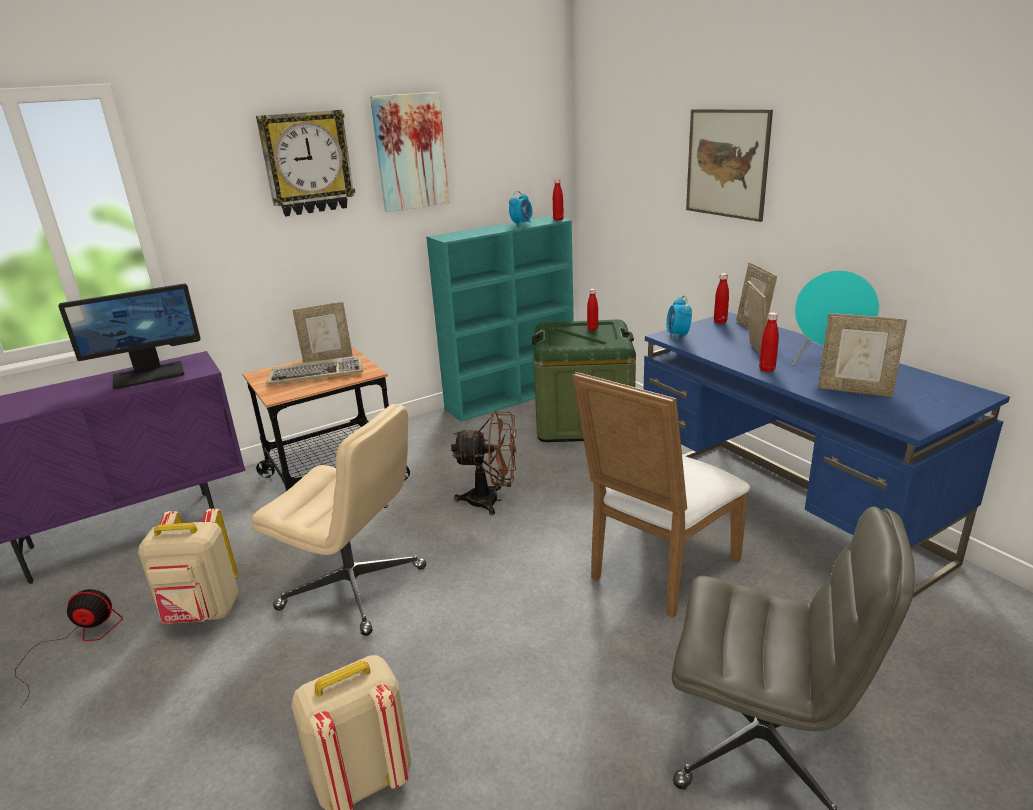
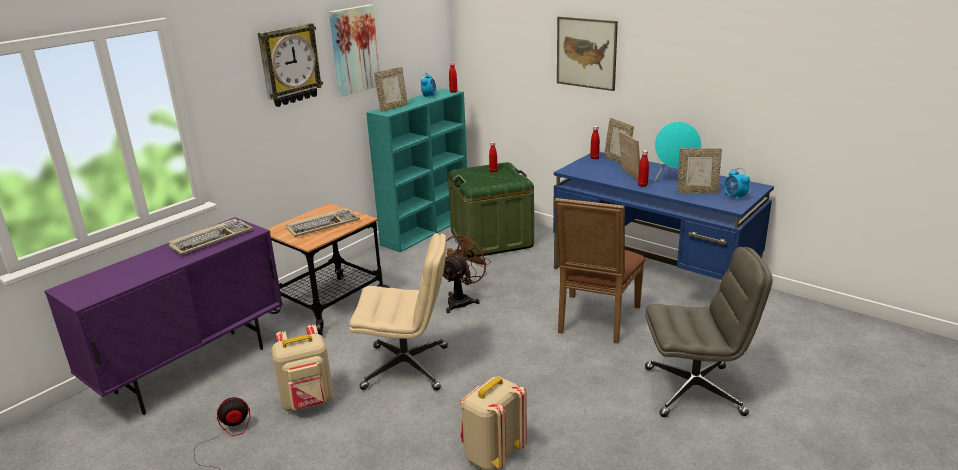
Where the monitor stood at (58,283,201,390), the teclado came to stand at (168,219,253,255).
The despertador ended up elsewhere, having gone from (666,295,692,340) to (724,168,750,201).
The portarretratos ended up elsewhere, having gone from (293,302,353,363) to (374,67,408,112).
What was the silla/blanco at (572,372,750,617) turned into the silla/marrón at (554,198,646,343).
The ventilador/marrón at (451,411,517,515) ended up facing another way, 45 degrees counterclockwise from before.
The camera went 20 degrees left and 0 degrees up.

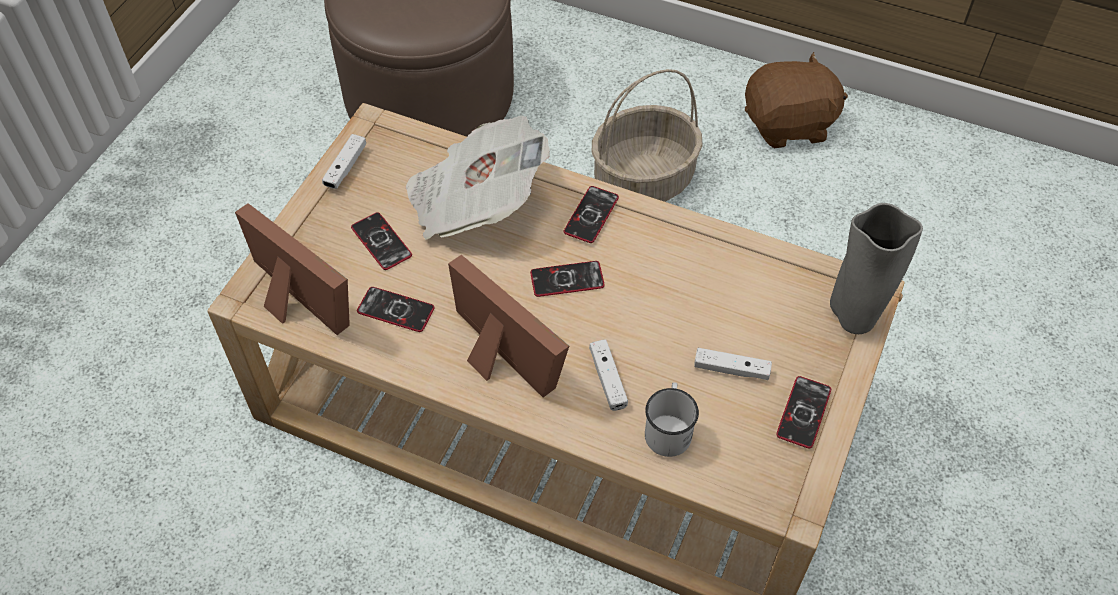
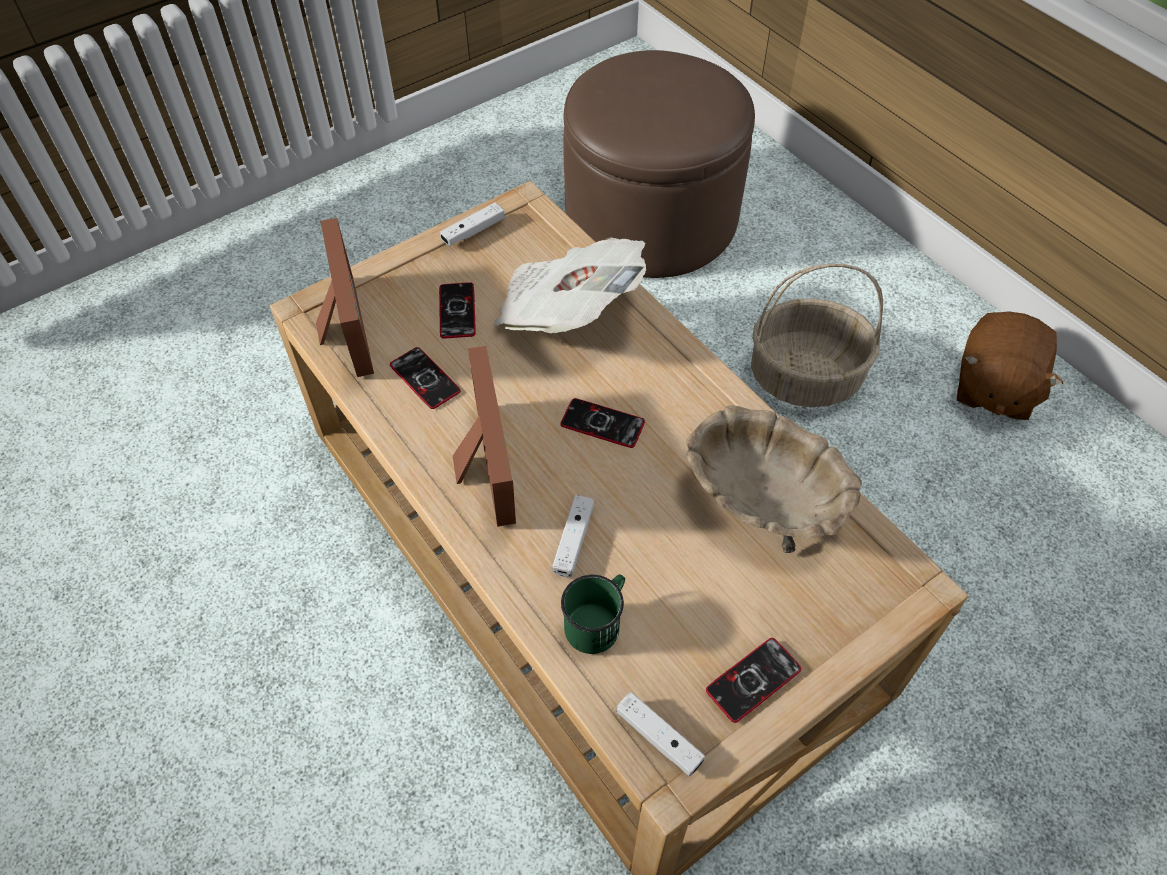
The peluche/marrón at (745,52,848,148) ended up facing another way, 90 degrees clockwise from before.
The second view lost the móvil at (564,186,619,243).
The second view lost the florero/gris at (830,203,923,334).
The mando de consola/blanco ended up elsewhere, having gone from (694,348,772,380) to (616,692,705,776).
What was the taza grande/blanco at (645,382,699,457) turned into the taza grande/verde at (561,574,625,654).
The second view gained the cuenco/beis at (686,405,862,553).
The camera went 30 degrees right and 0 degrees up.

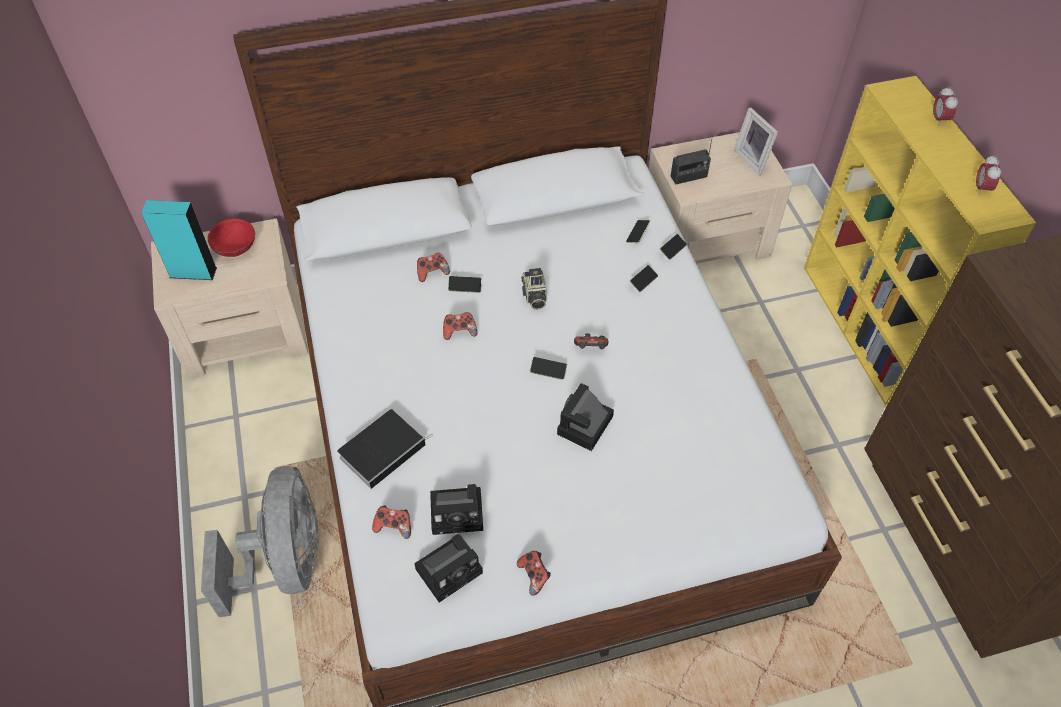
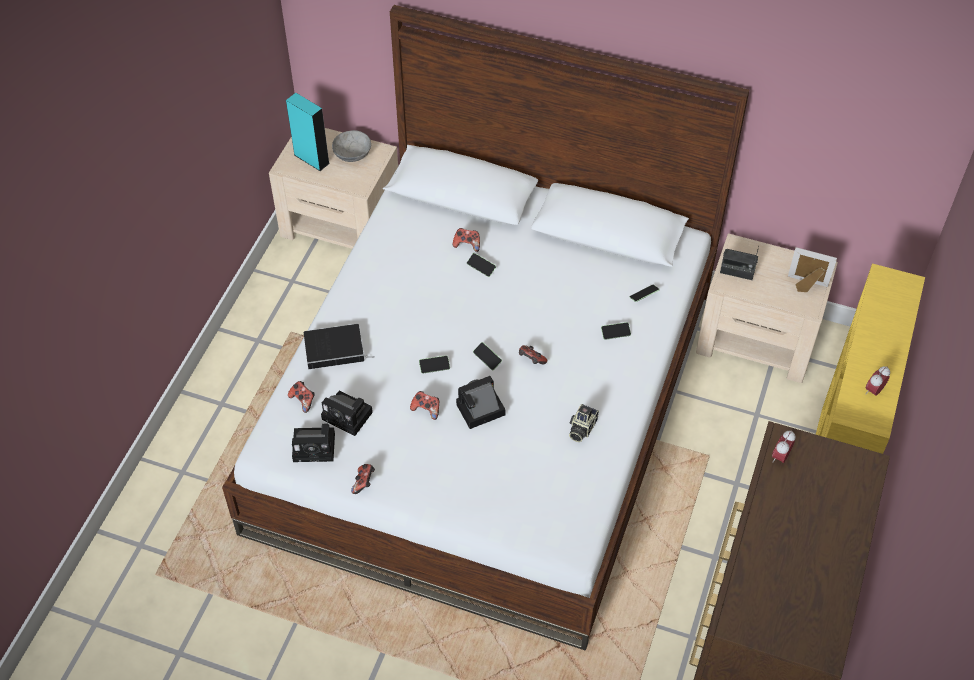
The despertador ended up elsewhere, having gone from (933,86,958,126) to (772,431,796,463).
The portarretratos at (734,108,778,175) ended up facing another way, 105 degrees clockwise from before.
What was the cuenco/rojo at (208,218,255,257) turned into the cuenco/gris at (332,130,371,162).
The móvil ended up elsewhere, having gone from (659,234,687,260) to (419,355,450,374).
The cámara ended up elsewhere, having gone from (521,268,546,310) to (569,404,599,442).
The mando de consola ended up elsewhere, having gone from (443,312,478,340) to (410,391,439,420).
The second view lost the ventilador/gris at (201,466,319,617).
The camera went 35 degrees right and 0 degrees up.

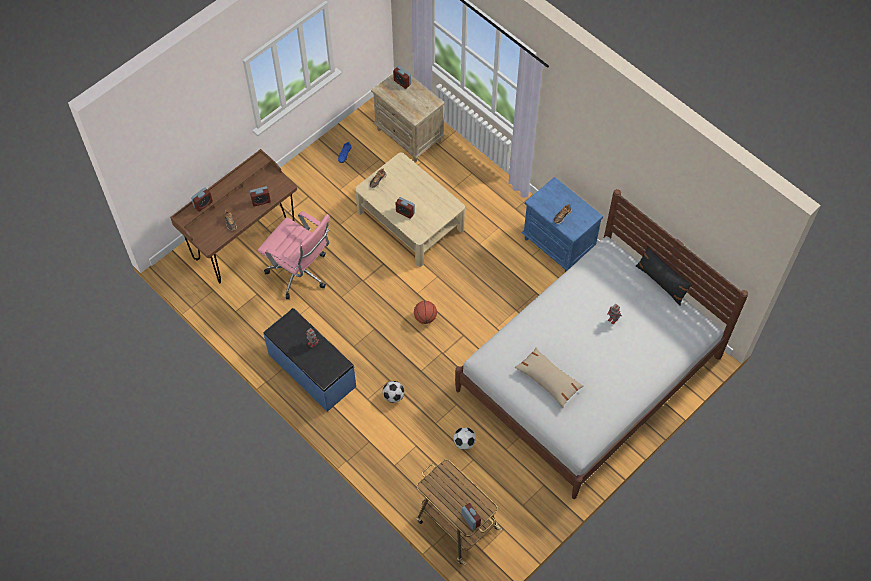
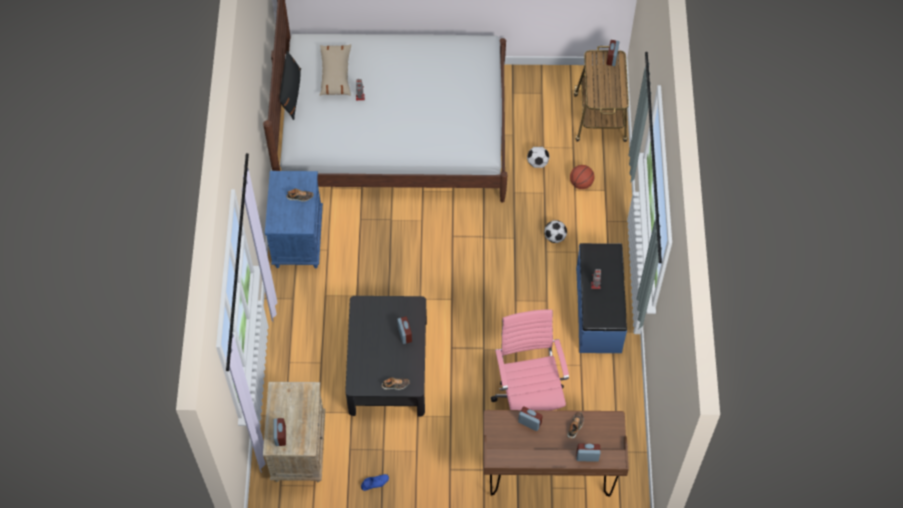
What was the mesa de centro/beis at (355,152,465,267) turned into the mesa de centro/negro at (345,296,427,417).
The balón de baloncesto ended up elsewhere, having gone from (414,301,437,324) to (570,165,594,189).
The cojín/beis ended up elsewhere, having gone from (515,348,584,407) to (320,44,351,96).
The camera went 135 degrees left and 0 degrees up.

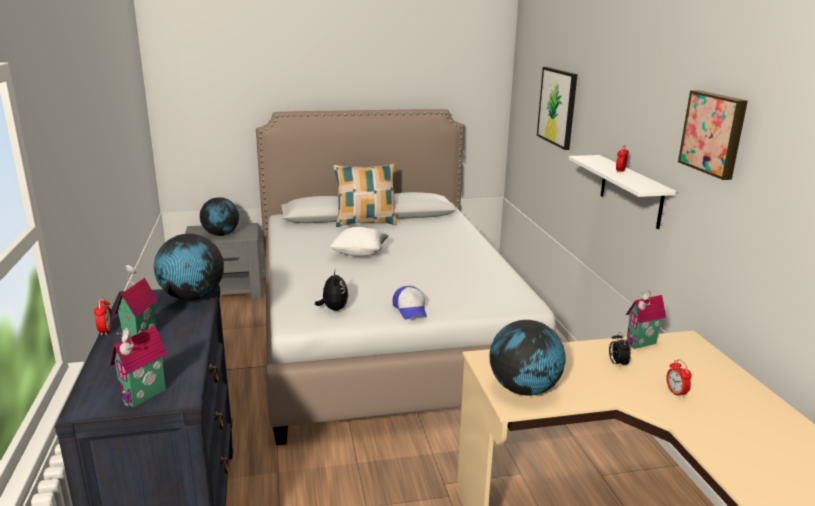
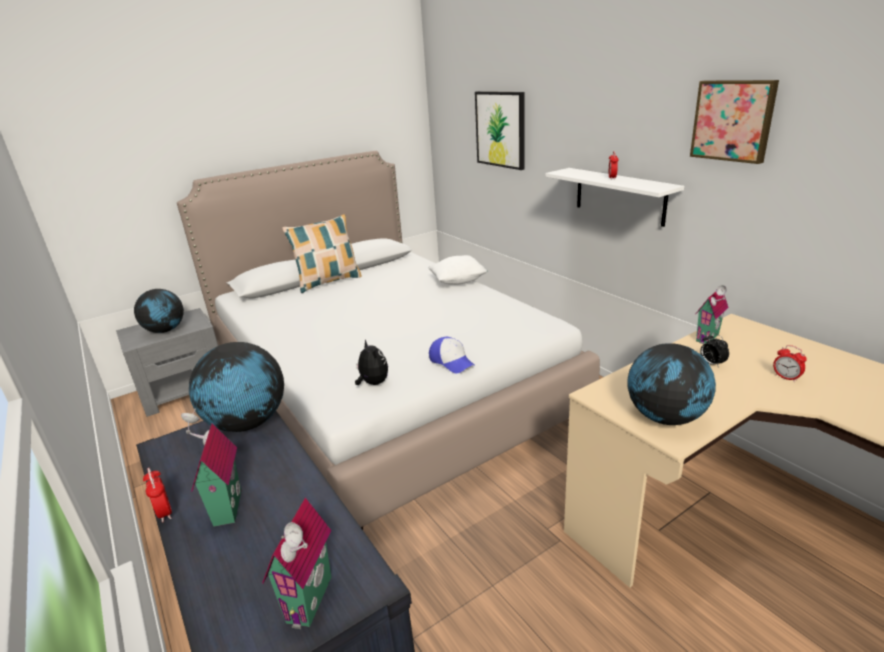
The cojín/blanco ended up elsewhere, having gone from (330,227,389,257) to (428,255,488,285).
The camera went 20 degrees left and 5 degrees up.

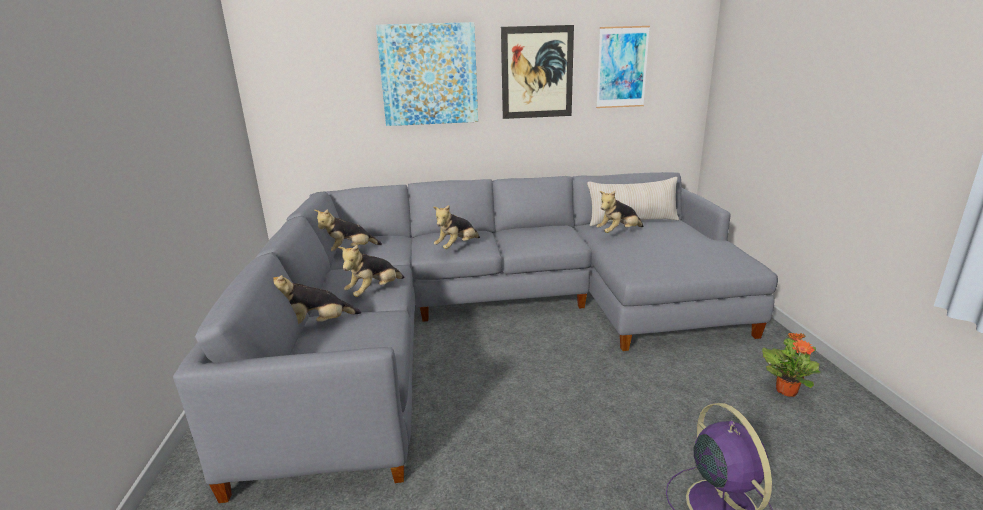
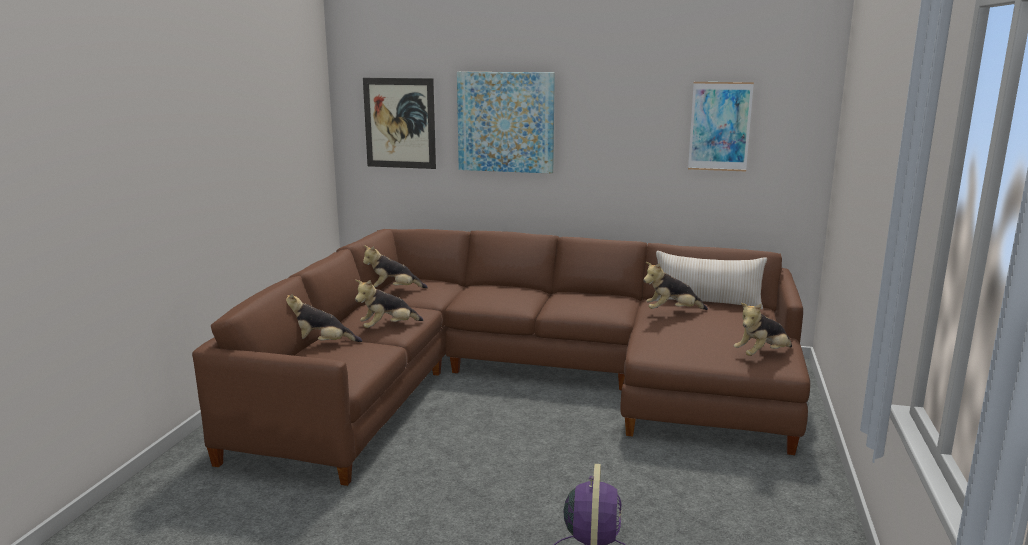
The cuadro ended up elsewhere, having gone from (501,25,574,119) to (363,78,436,169).
What was the sofá/gris at (173,172,778,503) turned into the sofá/marrón at (192,229,810,486).
The peluche ended up elsewhere, having gone from (433,205,480,249) to (734,303,792,356).
The second view lost the planta en maceta at (762,333,821,397).
The camera went 20 degrees right and 5 degrees down.

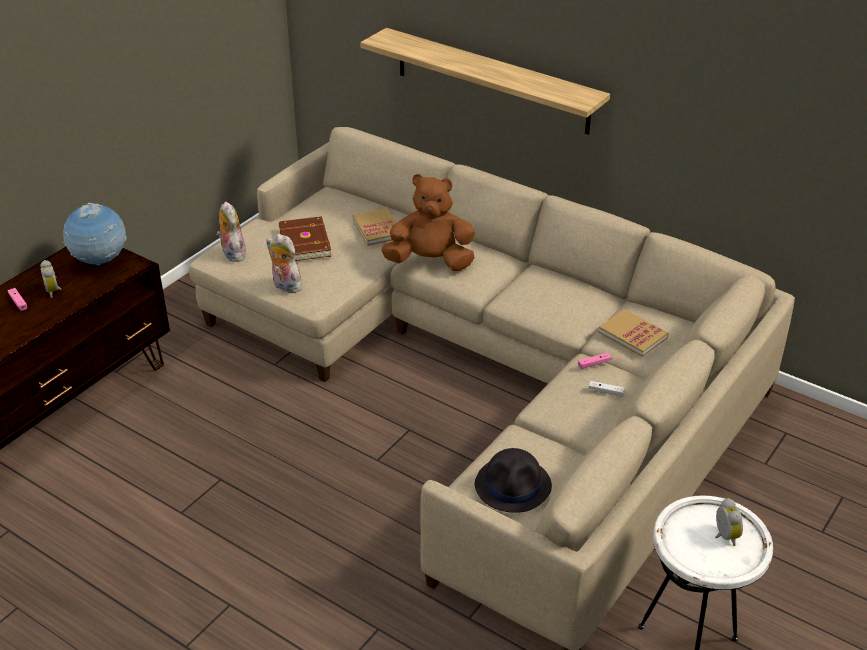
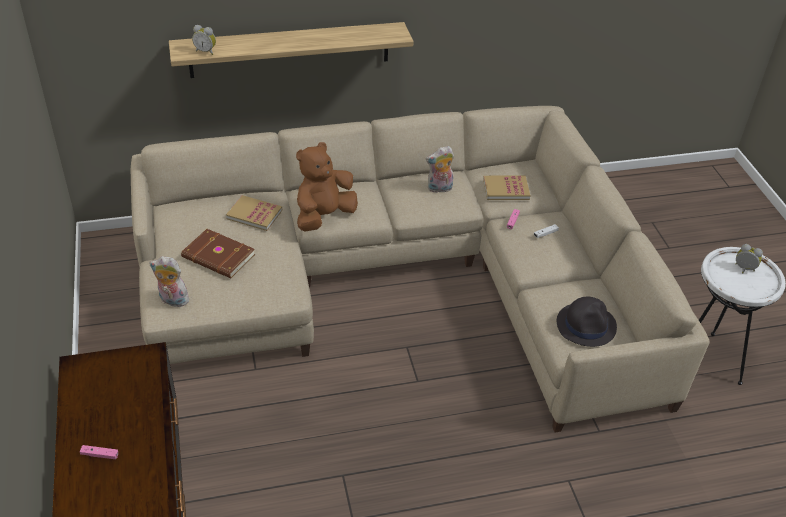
The second view lost the globo terráqueo at (63,203,126,266).
The peluche ended up elsewhere, having gone from (266,234,305,293) to (426,146,454,194).
The despertador ended up elsewhere, having gone from (40,260,62,298) to (192,25,216,55).
The camera went 50 degrees left and 5 degrees up.

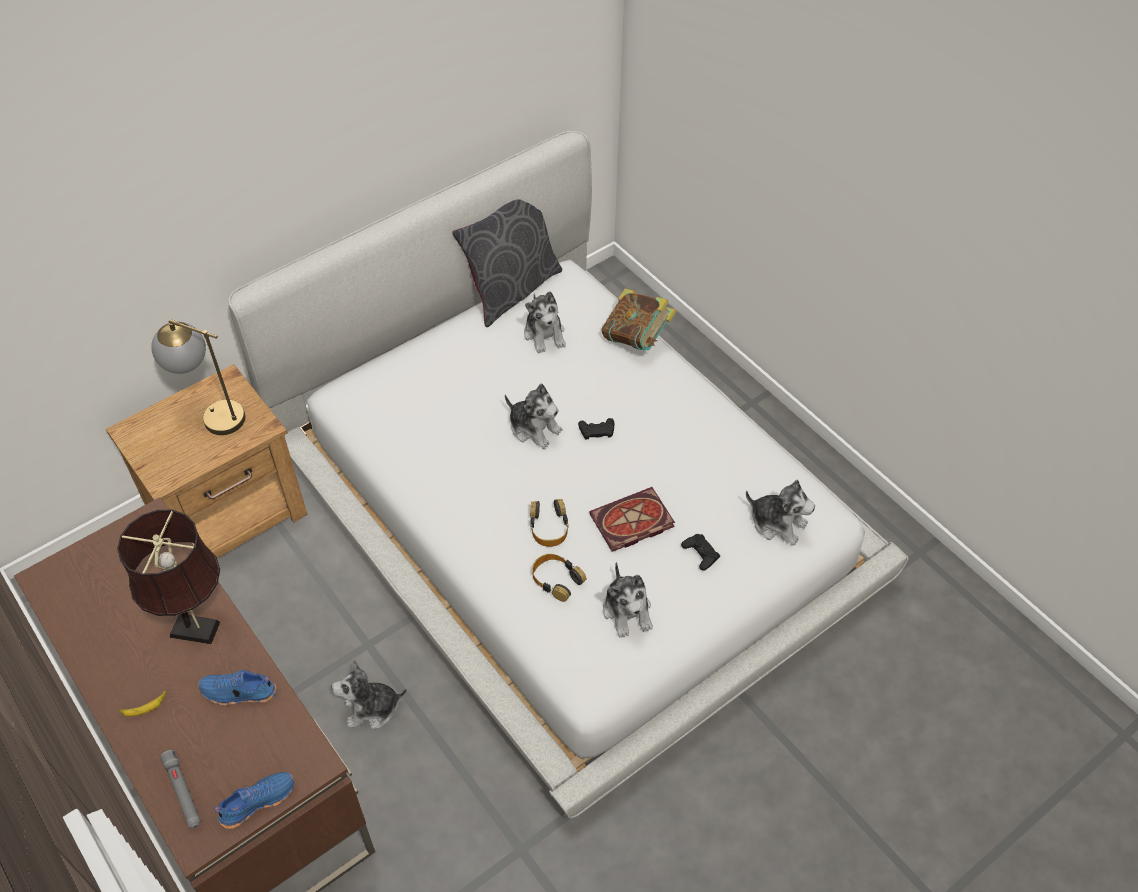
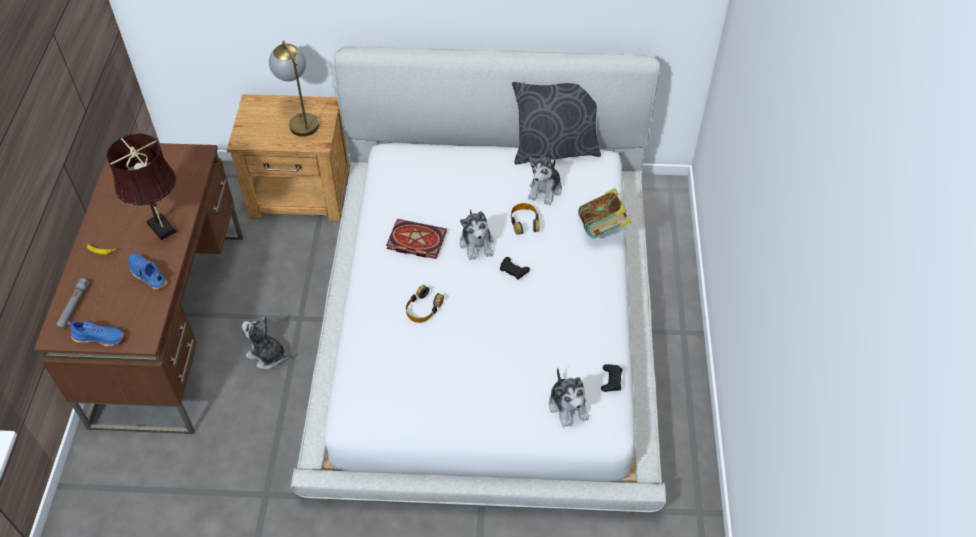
The libro ended up elsewhere, having gone from (589,487,675,552) to (386,219,447,259).
The mando de consola/negro ended up elsewhere, having gone from (681,534,720,571) to (601,364,623,392).
The auriculares ended up elsewhere, having gone from (532,554,586,602) to (510,203,540,235).
The second view lost the peluche at (603,562,653,638).
The camera went 40 degrees right and 0 degrees up.

